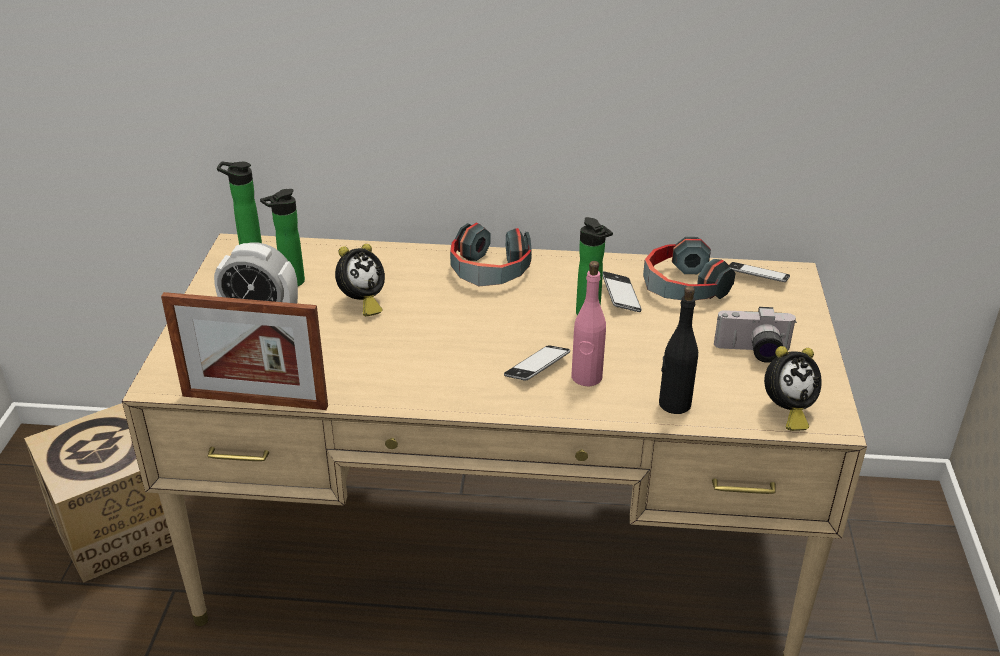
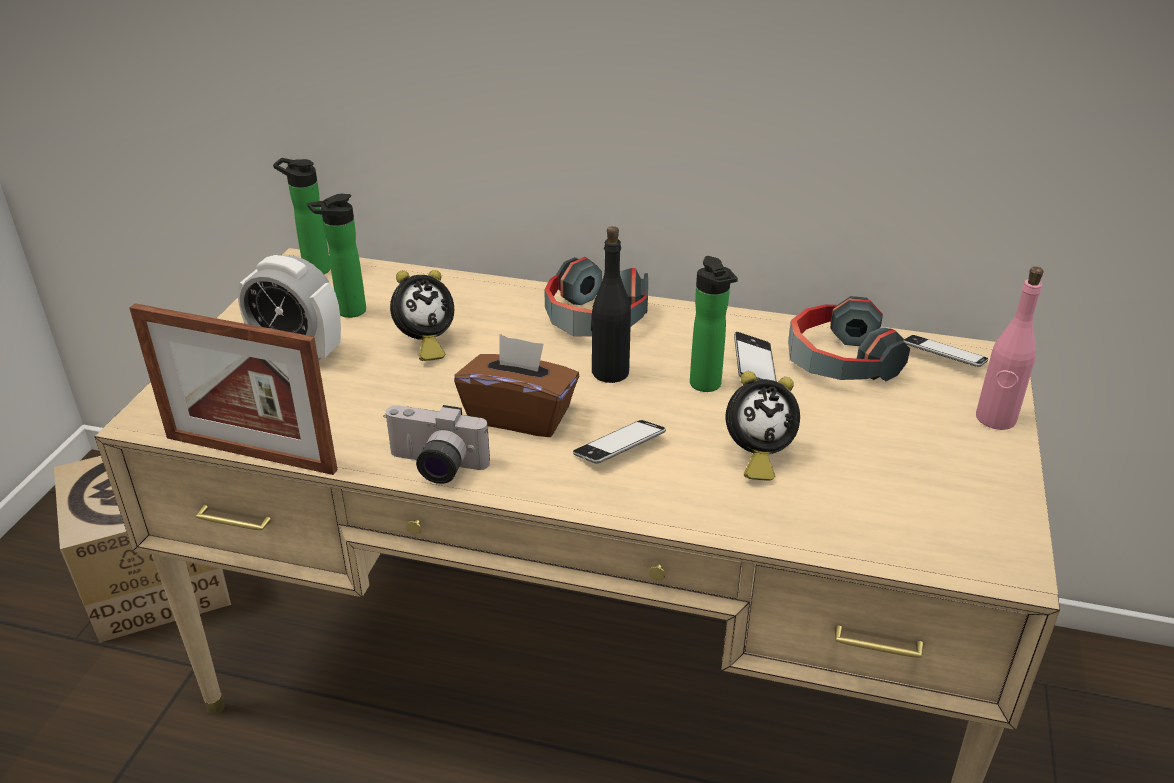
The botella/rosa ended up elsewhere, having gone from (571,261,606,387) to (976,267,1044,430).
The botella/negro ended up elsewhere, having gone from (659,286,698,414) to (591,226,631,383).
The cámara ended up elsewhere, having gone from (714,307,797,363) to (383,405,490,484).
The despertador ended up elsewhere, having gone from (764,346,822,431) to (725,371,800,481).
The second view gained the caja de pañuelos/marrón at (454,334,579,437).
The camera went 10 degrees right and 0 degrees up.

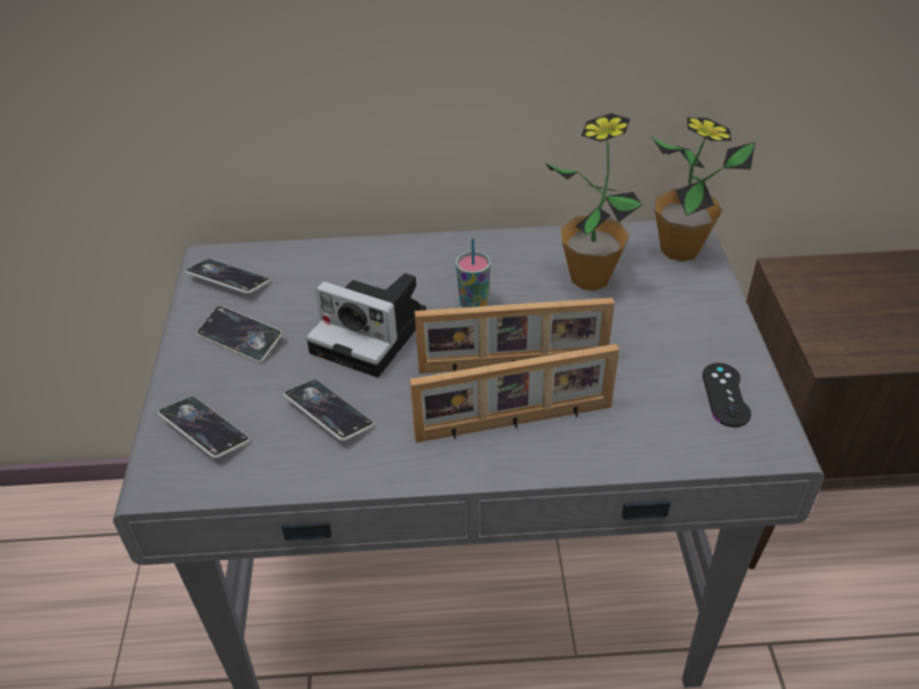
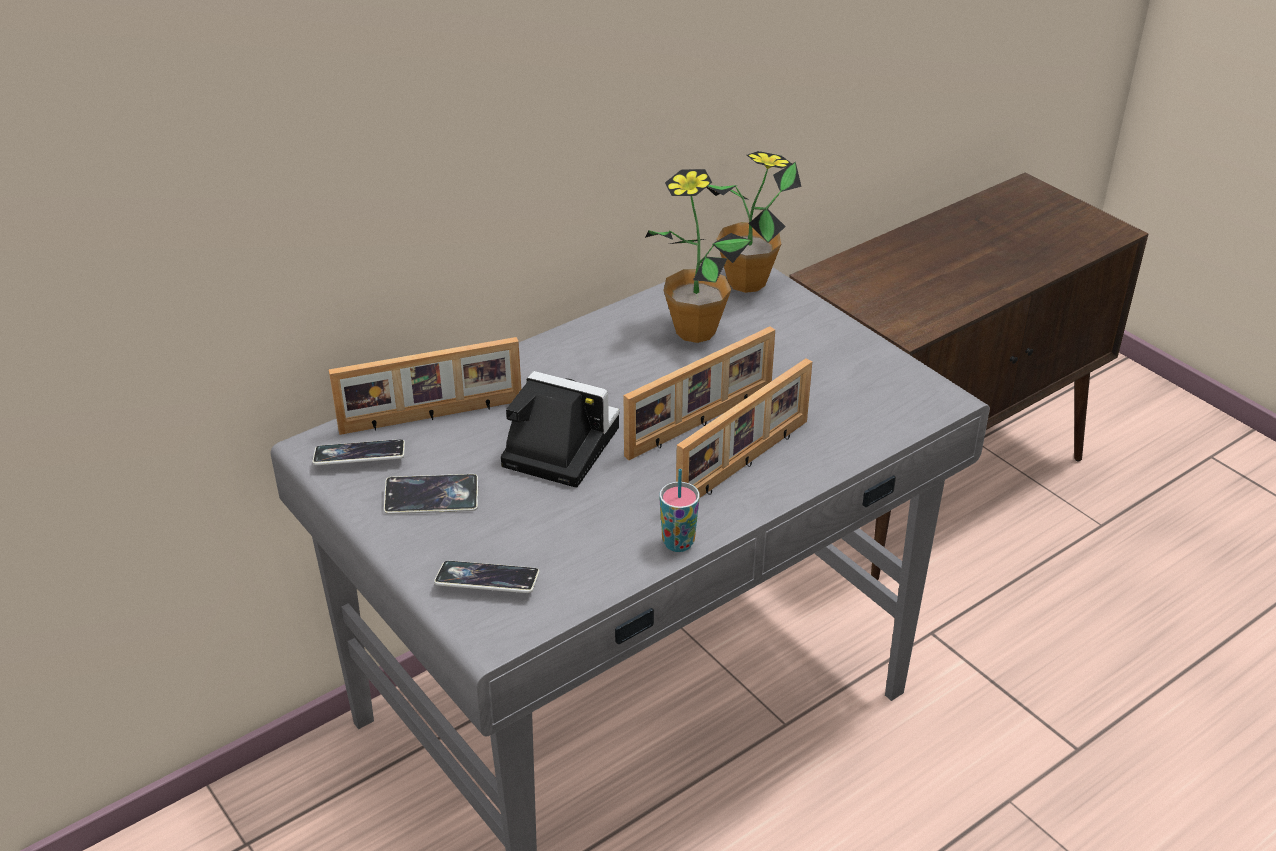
The taza ended up elsewhere, having gone from (456,238,491,308) to (659,469,700,552).
The cámara at (306,273,426,377) ended up facing another way, 150 degrees counterclockwise from before.
The second view lost the mando de consola/negro at (702,363,751,427).
The second view lost the móvil at (284,380,374,441).
The second view gained the portarretratos at (329,337,521,435).
The camera went 35 degrees left and 5 degrees down.

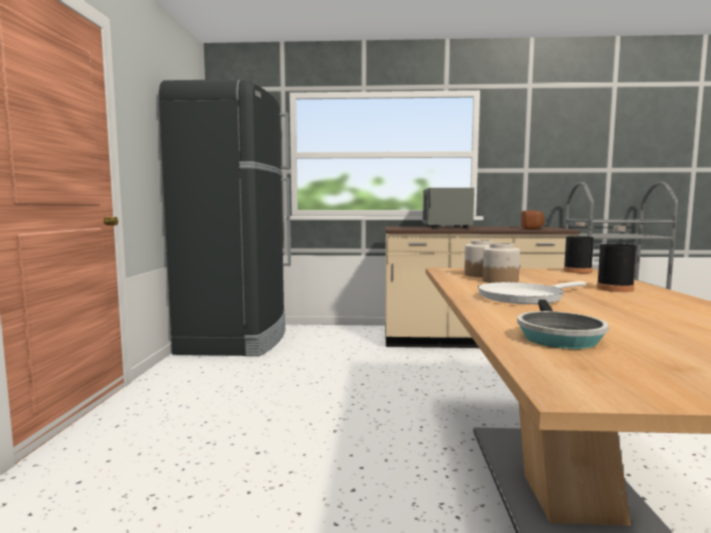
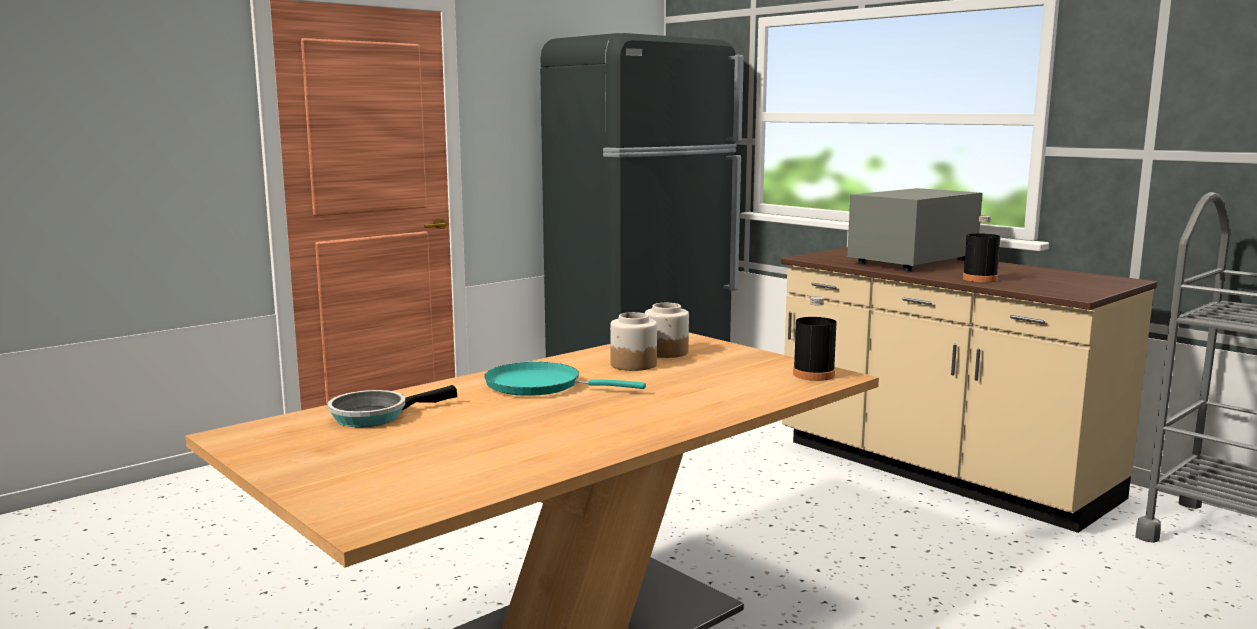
The second view lost the pan at (521,211,545,229).
The botella/negro ended up elsewhere, having gone from (597,226,637,292) to (963,216,1001,282).
What was the sartén/blanco at (478,281,586,304) turned into the sartén/turquesa at (484,362,646,396).
The camera went 45 degrees right and 5 degrees up.

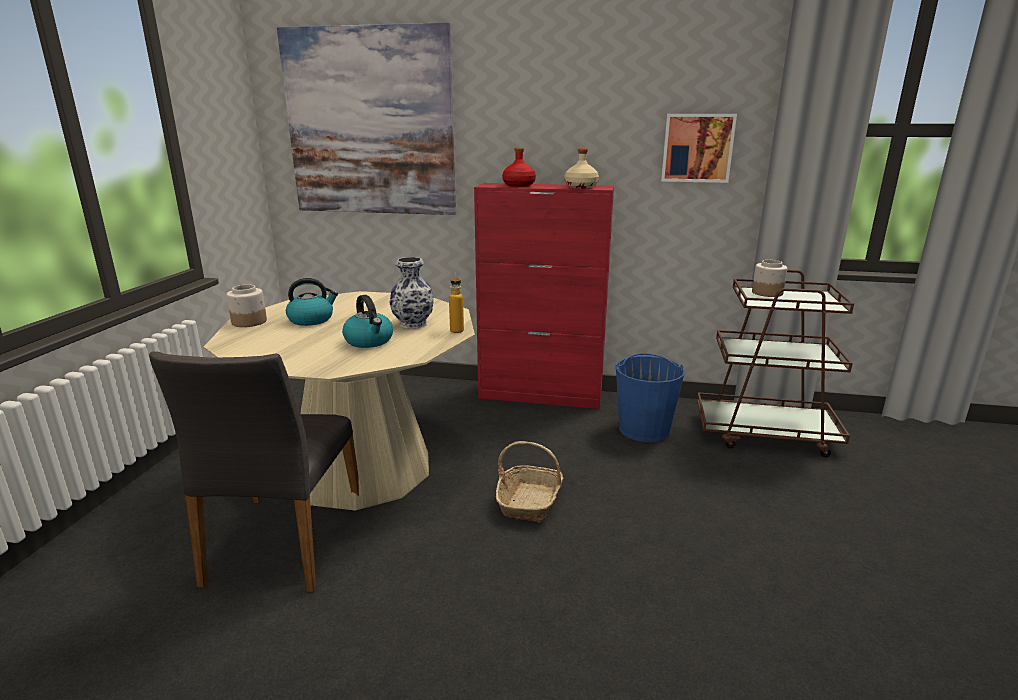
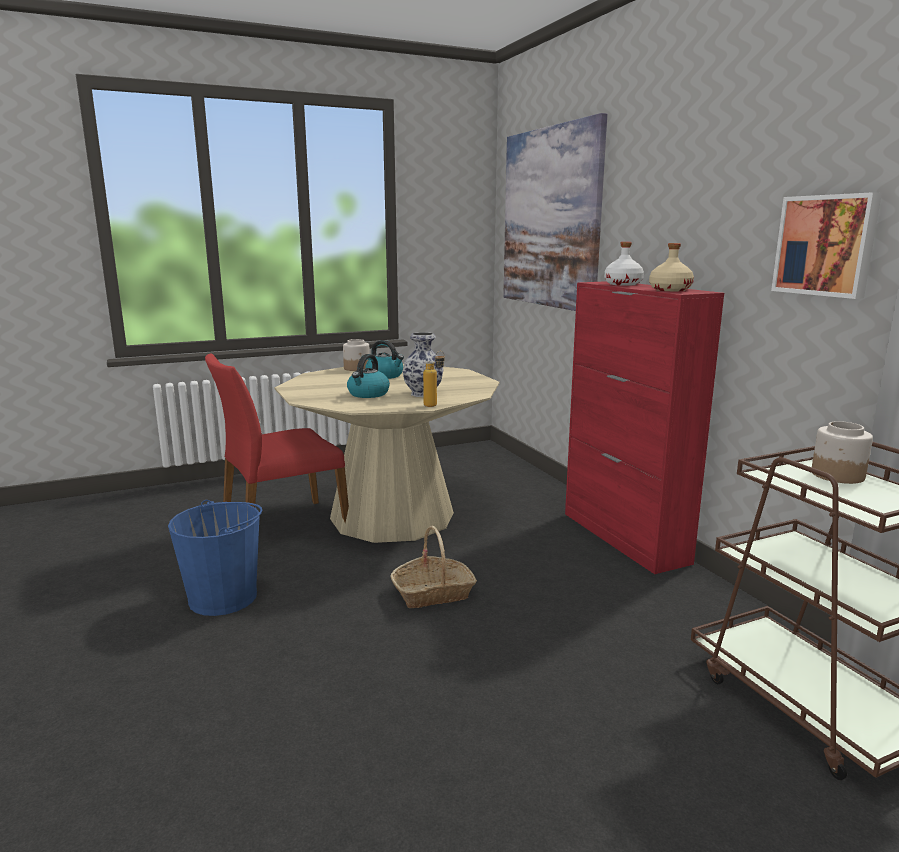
What was the botella/rojo at (502,148,536,187) turned into the botella/blanco at (604,242,644,286).
What was the silla/gris at (149,352,359,592) turned into the silla/rojo at (205,353,349,522).
The cubo/azul ended up elsewhere, having gone from (616,353,685,442) to (168,500,263,616).
The camera went 55 degrees right and 5 degrees down.

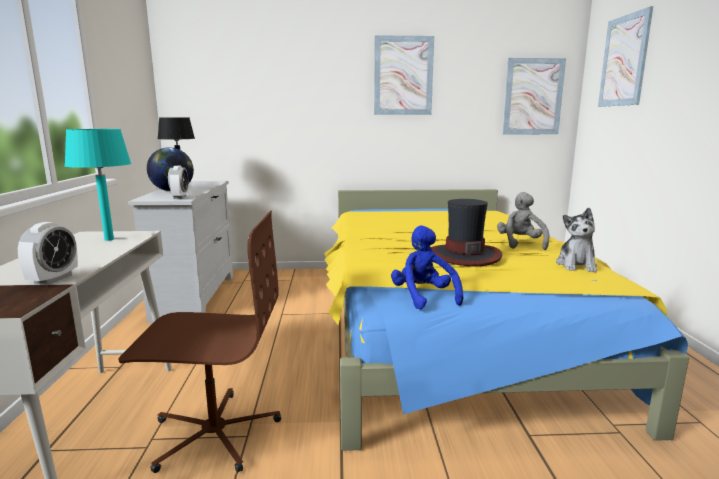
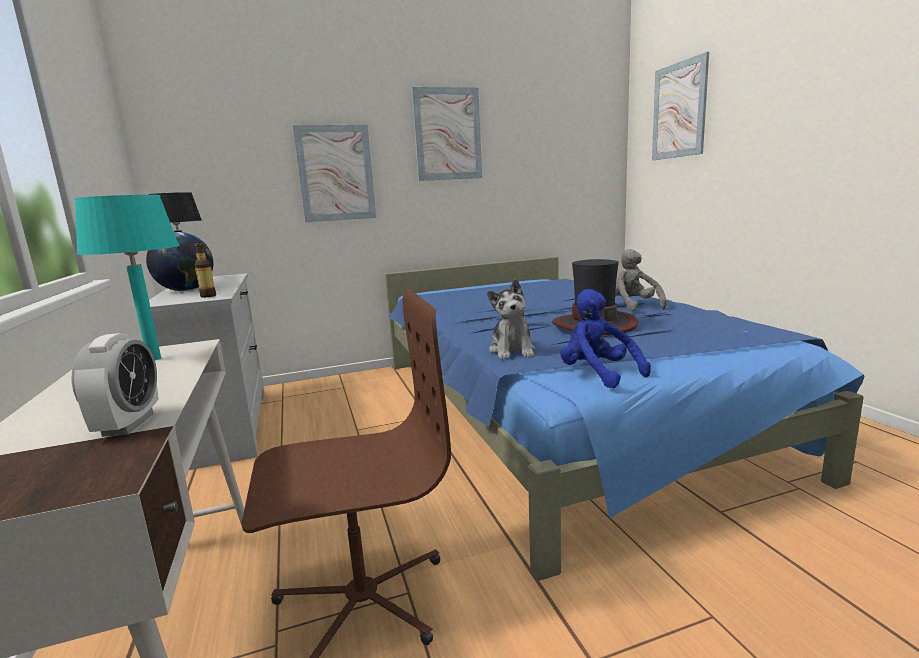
The cuadro ended up elsewhere, having gone from (502,58,566,134) to (293,125,376,222).
Where the despertador stood at (168,166,188,199), the botella came to stand at (195,243,216,298).
What was the cama/amarillo at (324,189,689,451) turned into the cama/azul at (385,256,865,581).
The peluche ended up elsewhere, having gone from (556,208,597,272) to (487,279,535,360).
The camera went 15 degrees left and 0 degrees up.

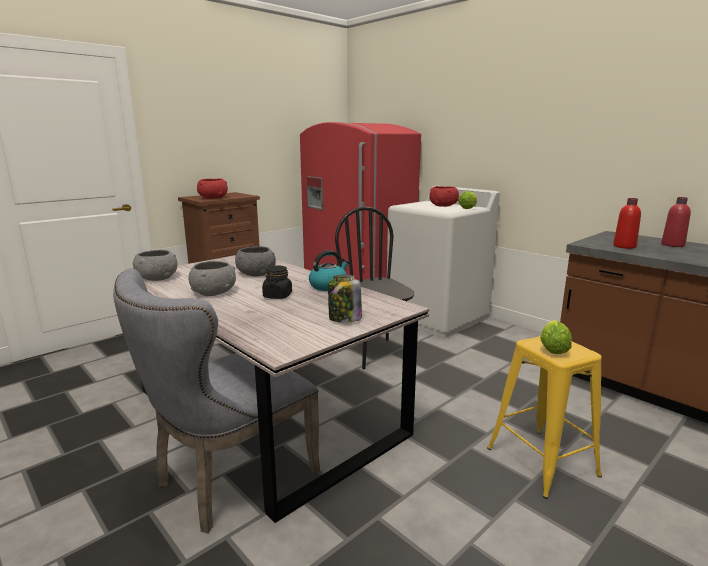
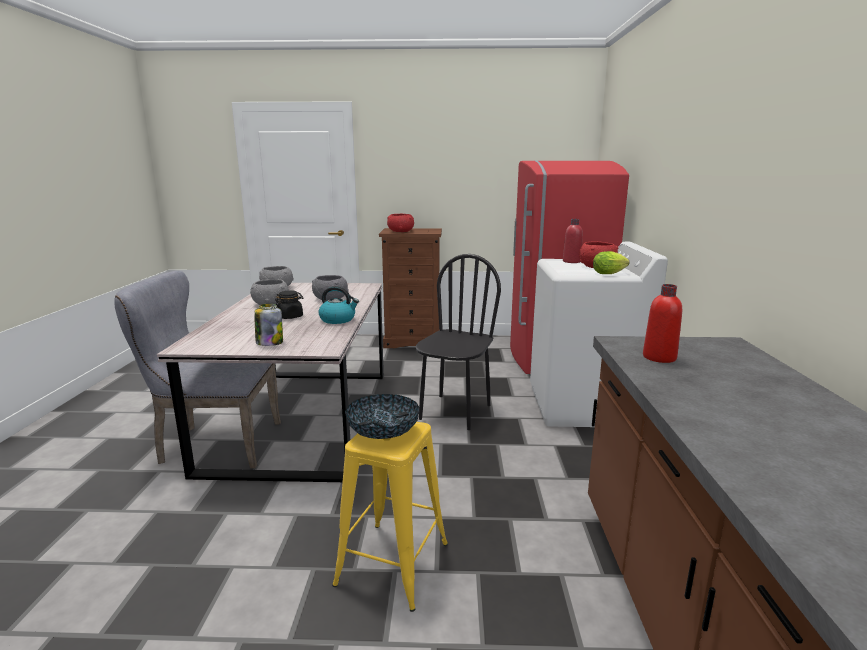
The botella/rojo ended up elsewhere, having gone from (661,197,691,247) to (563,219,583,263).
Where the lechuga stood at (540,320,572,354), the cuenco came to stand at (345,394,419,439).
The camera went 45 degrees right and 0 degrees up.

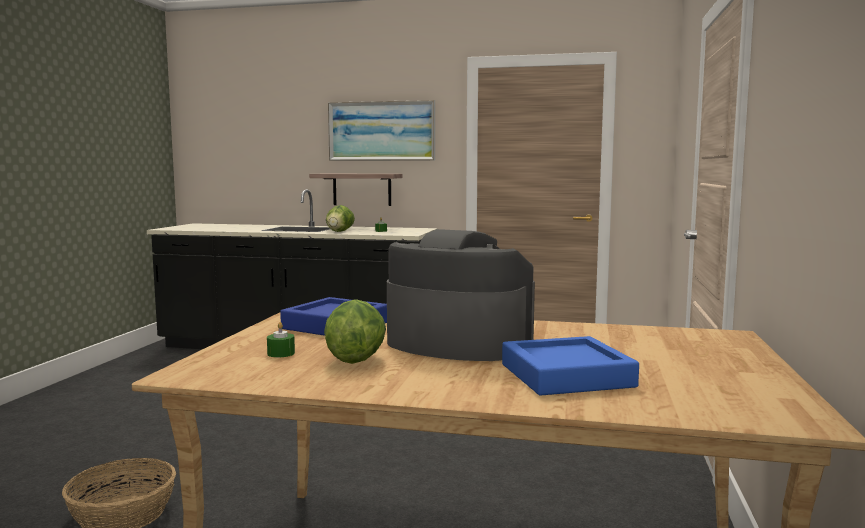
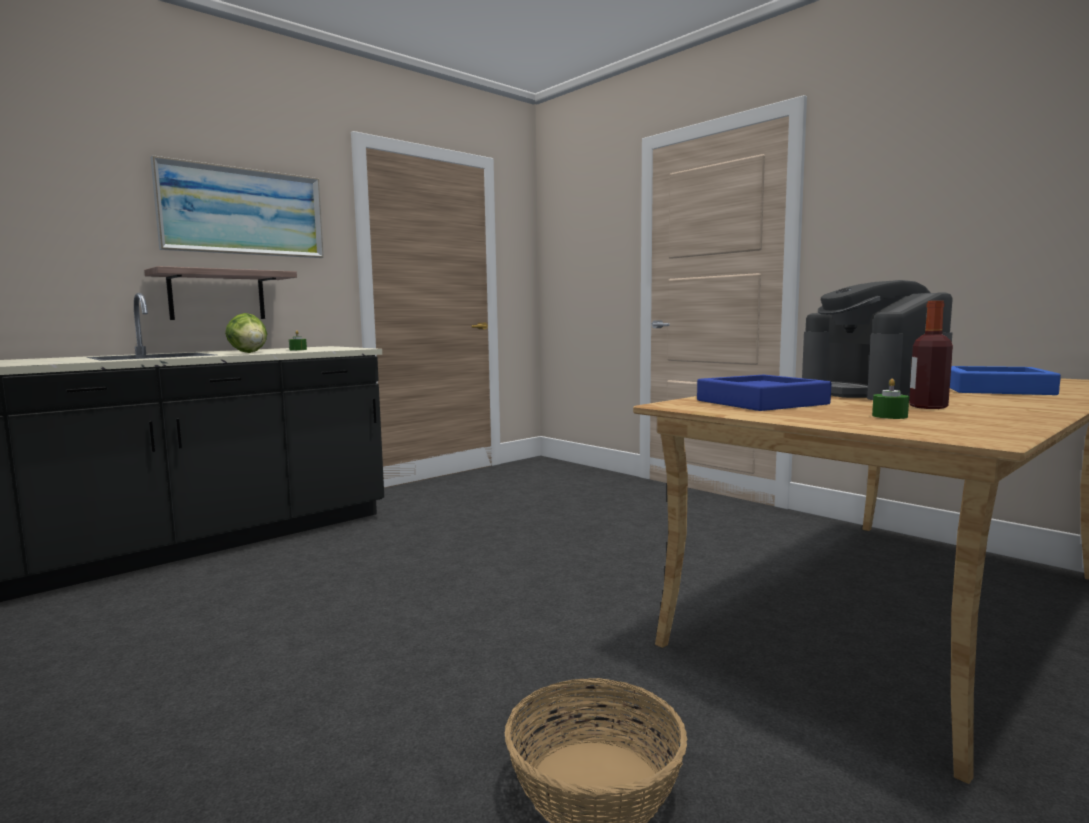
The cafetera at (387,229,535,361) ended up facing another way, 75 degrees counterclockwise from before.
Where the lechuga stood at (324,299,386,364), the botella came to stand at (909,301,953,409).
The camera went 55 degrees left and 0 degrees up.

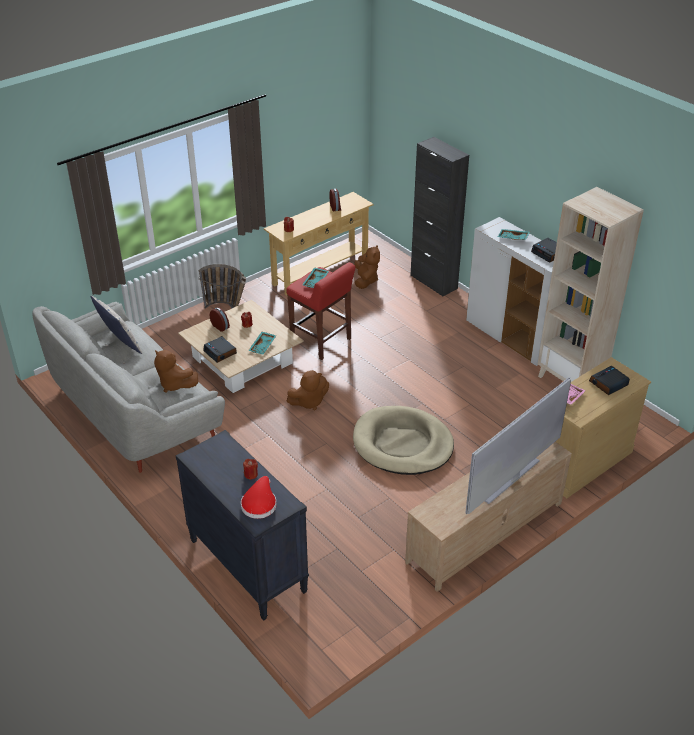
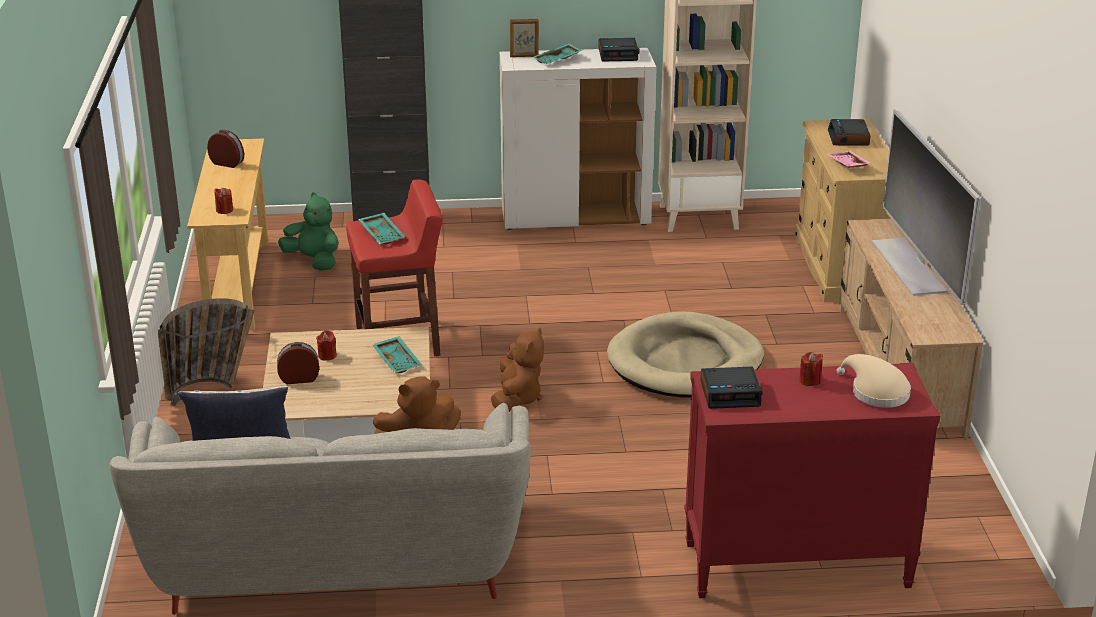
What was the peluche/marrón at (354,245,380,289) turned into the peluche/verde at (278,192,339,271).
The despertador ended up elsewhere, having gone from (203,336,237,363) to (701,367,762,409).
What was the cómoda/negro at (176,430,309,621) turned into the cómoda/rojo at (684,363,940,598).
What was the sombrero/rojo at (241,476,277,519) turned into the sombrero/beis at (837,354,911,408).
The second view gained the portarretratos at (510,19,539,57).
The camera went 55 degrees left and 10 degrees down.

